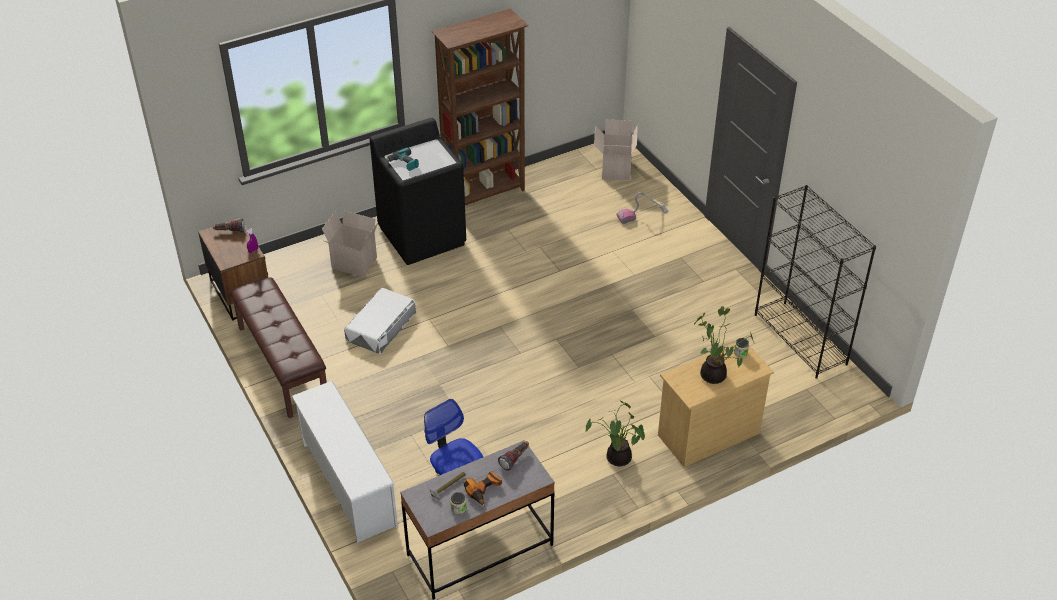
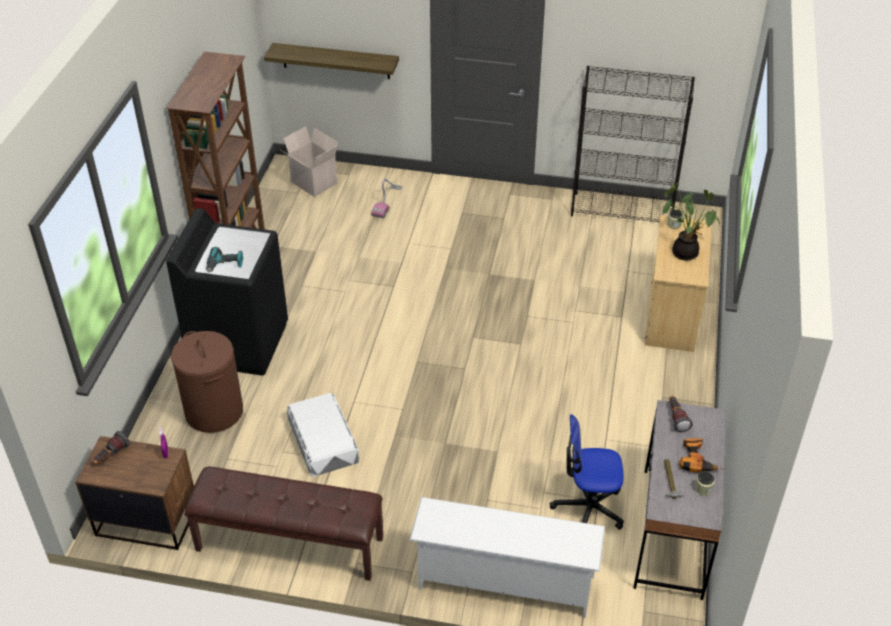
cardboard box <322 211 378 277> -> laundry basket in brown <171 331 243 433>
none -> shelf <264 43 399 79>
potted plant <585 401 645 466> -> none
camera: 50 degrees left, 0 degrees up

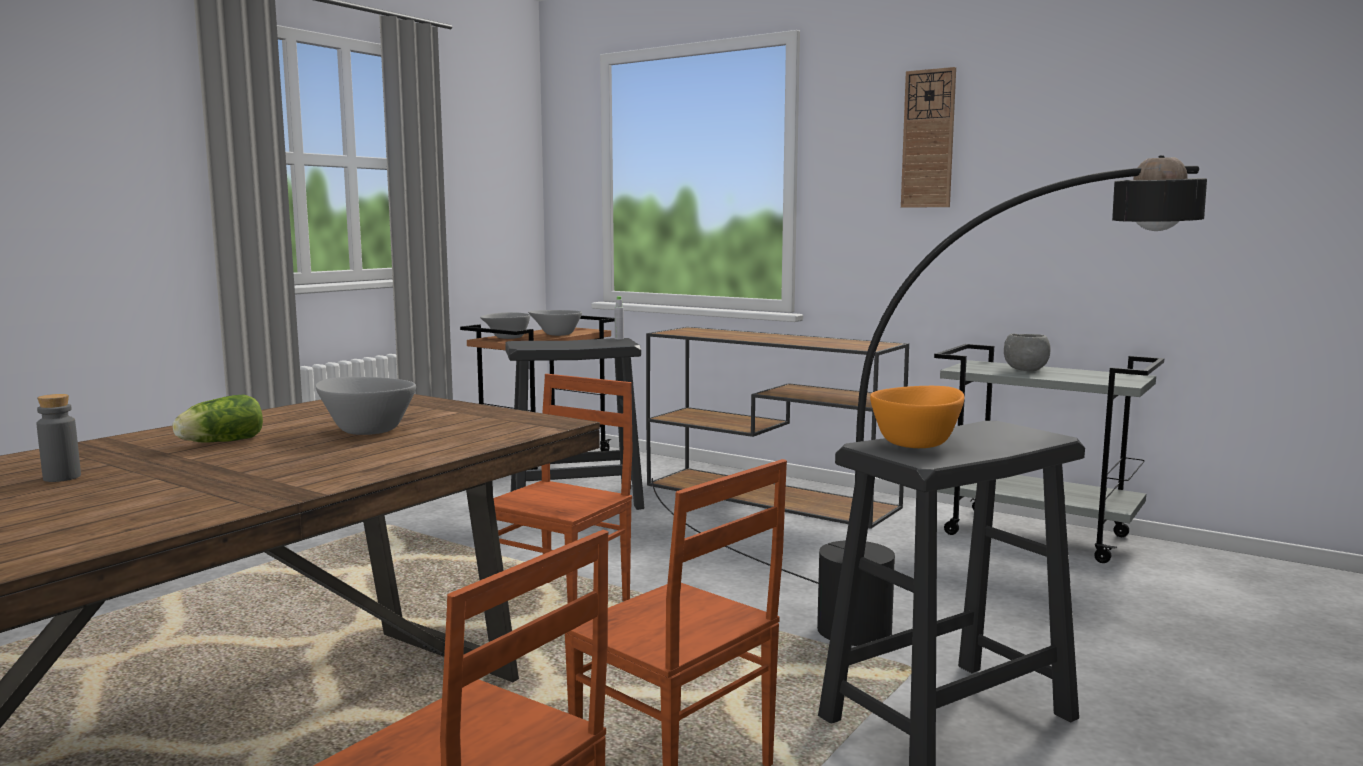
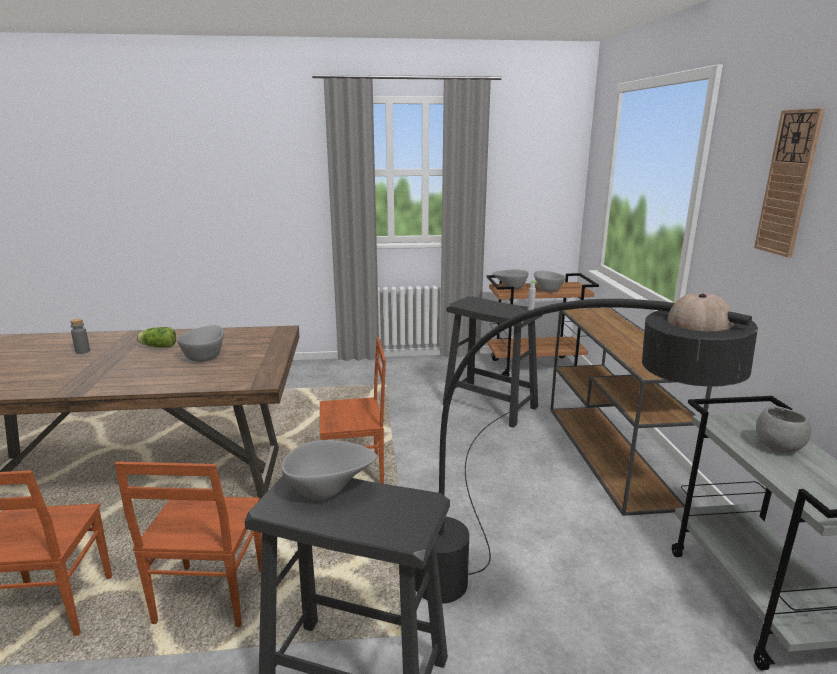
bowl in orange <870 386 964 448> -> bowl in grey <281 440 377 500>
camera: 50 degrees right, 10 degrees up

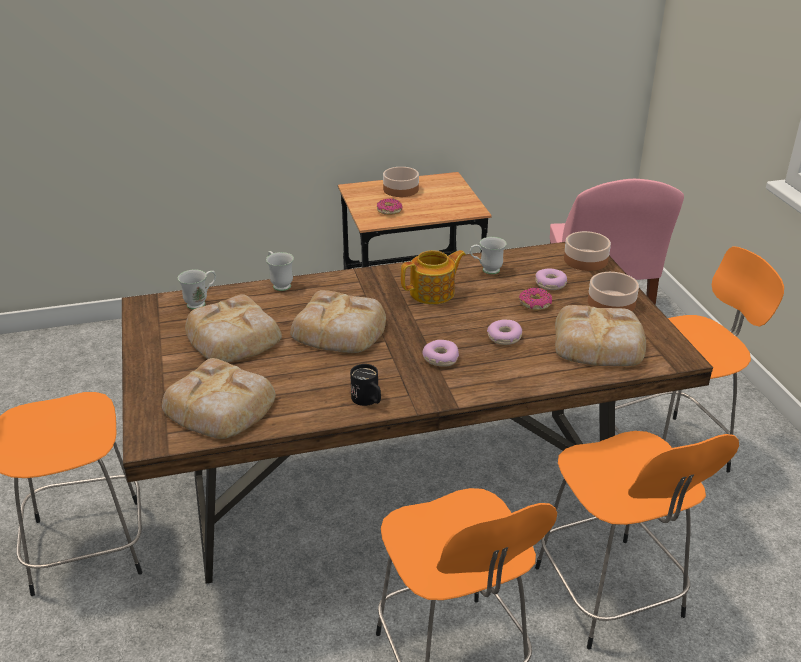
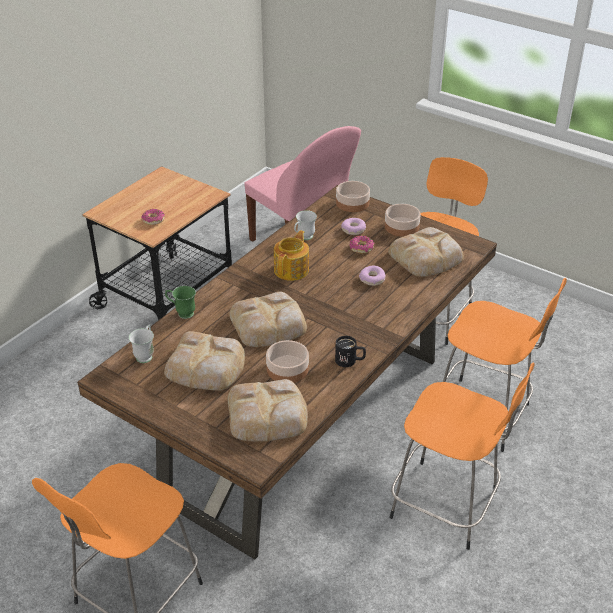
mug in white <266 251 294 291> -> mug in green <165 286 196 319>
bowl <383 167 419 197> -> bowl <266 340 309 383>, move
donut <422 340 459 367> -> none
camera: 40 degrees left, 5 degrees up

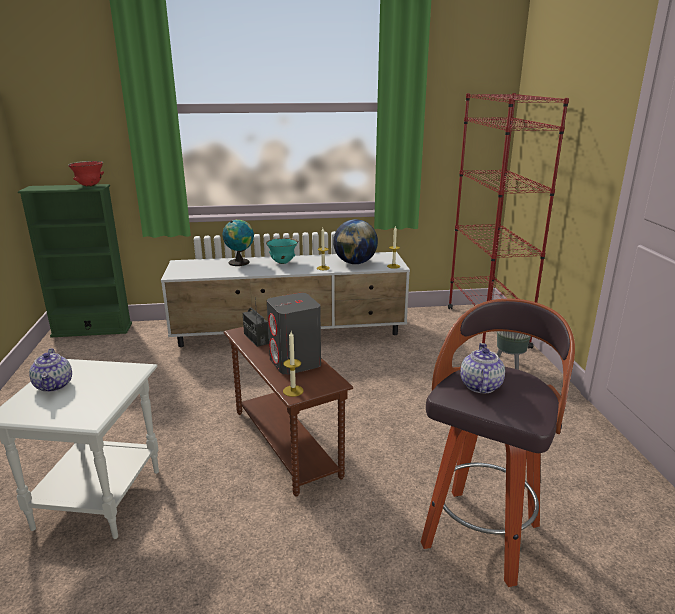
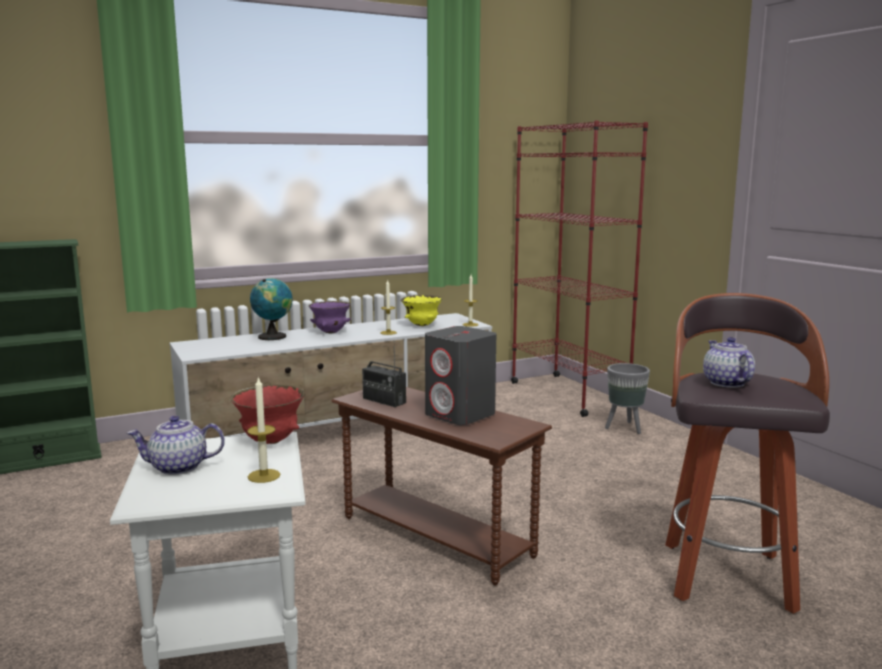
teapot <29 348 72 392> -> teapot <127 415 225 475>, 120 degrees clockwise
bowl in red <68 161 104 187> -> bowl in red <231 385 305 444>, move
candle <283 331 304 397> -> candle <247 376 280 483>, move
bowl in turquoise <266 238 299 264> -> bowl in purple <309 301 351 333>
globe <333 219 378 264> -> bowl in yellow <401 295 442 326>
camera: 20 degrees left, 10 degrees down

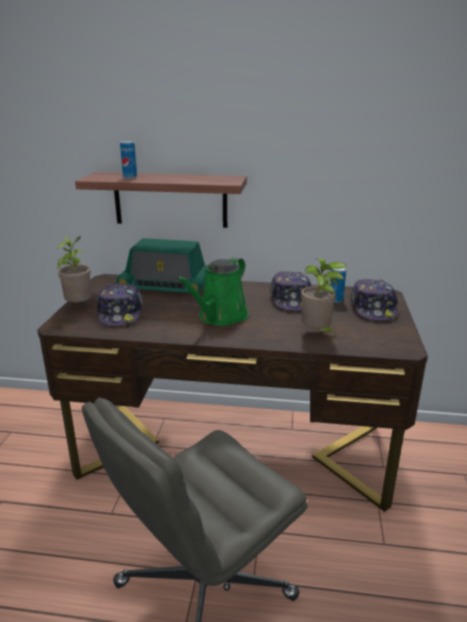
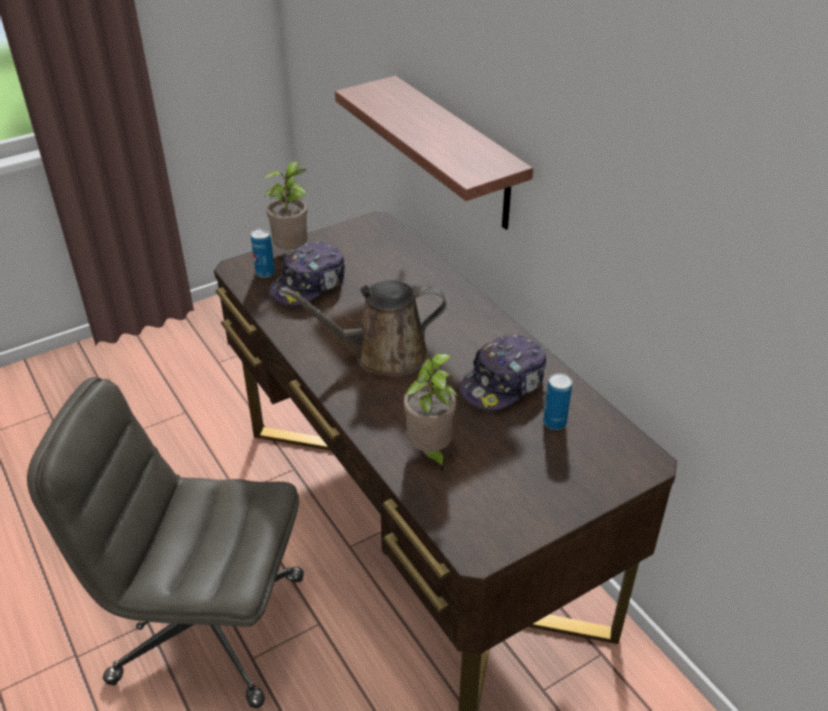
can <120 141 137 179> -> can <251 228 275 278>, move
watering can in green <177 257 249 326> -> watering can in brown <280 280 447 377>
radio <116 238 207 293> -> none
cap <350 279 398 321> -> none
camera: 50 degrees right, 15 degrees up

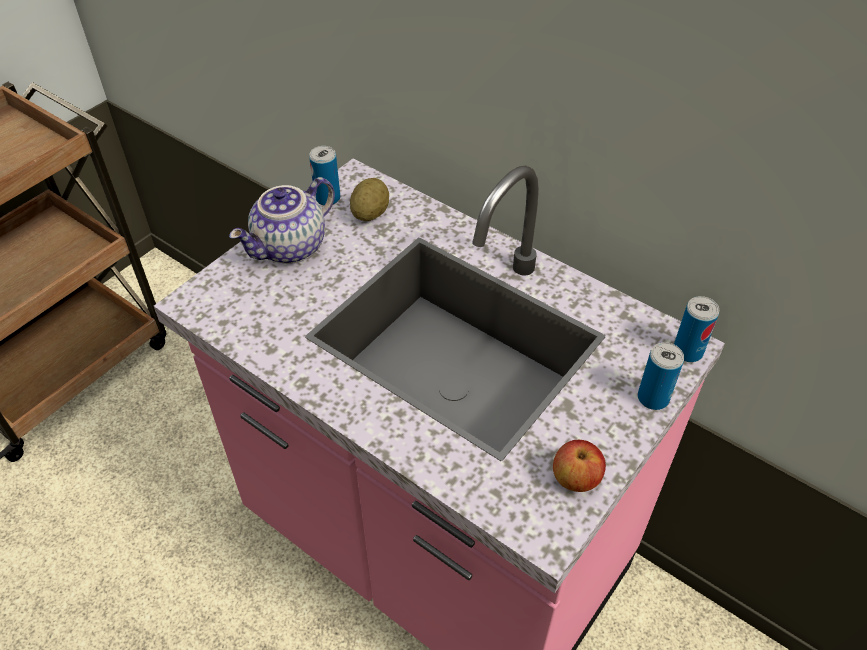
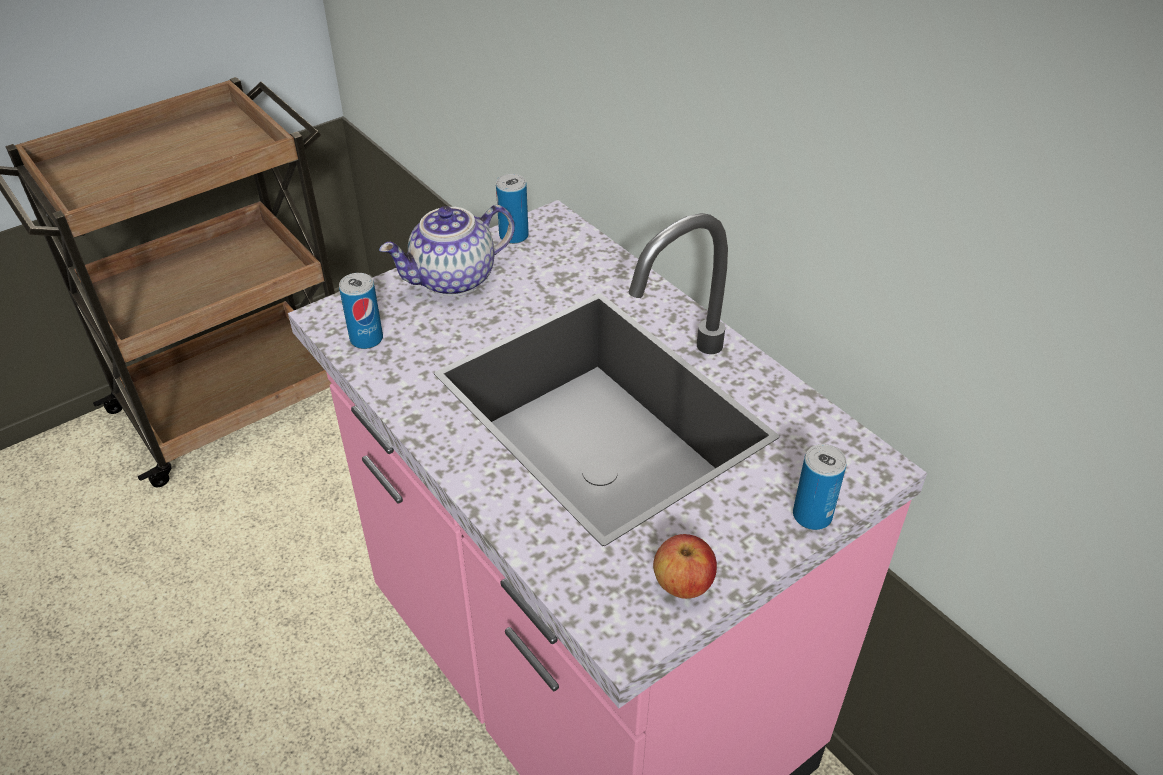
can <674 296 719 362> -> can <339 273 383 349>, move
potato <350 178 389 221> -> none
camera: 15 degrees right, 5 degrees down

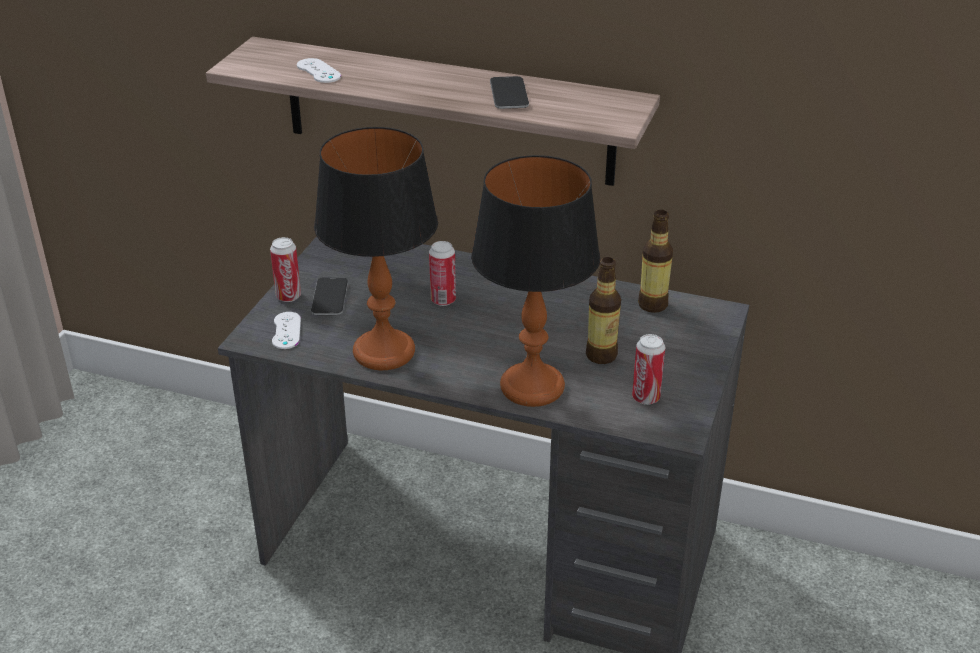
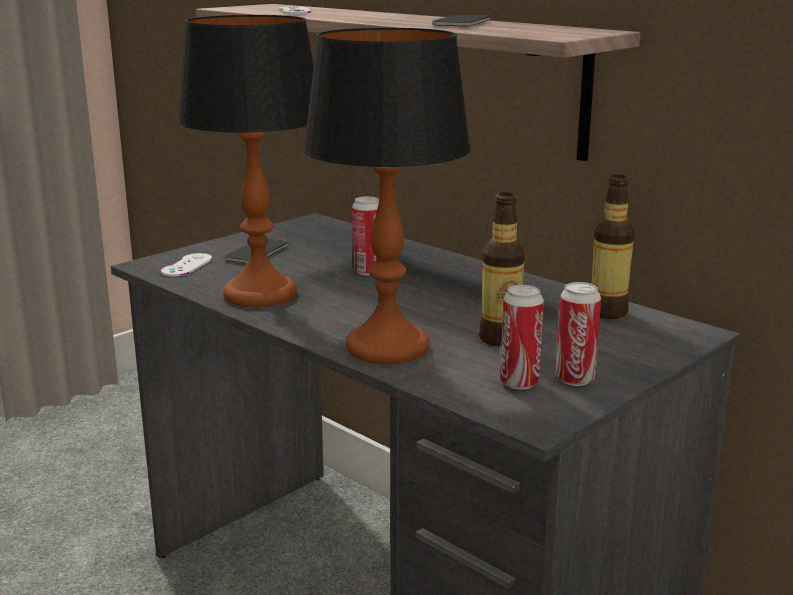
can <270 237 301 302> -> can <556 282 601 386>, move
camera: 25 degrees right, 15 degrees down

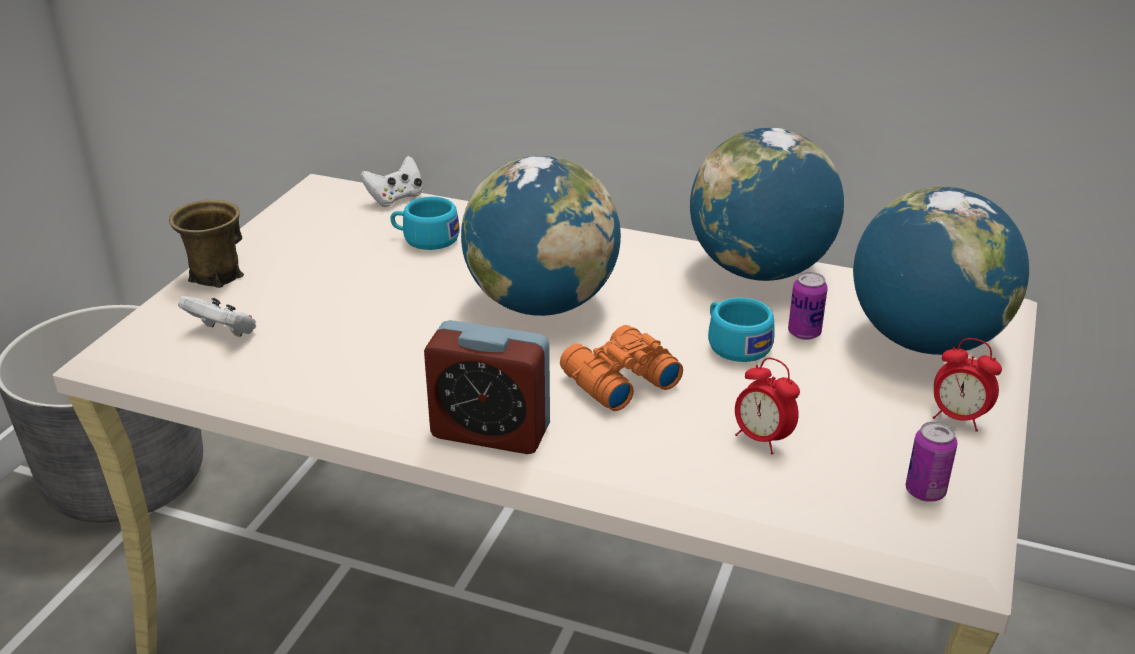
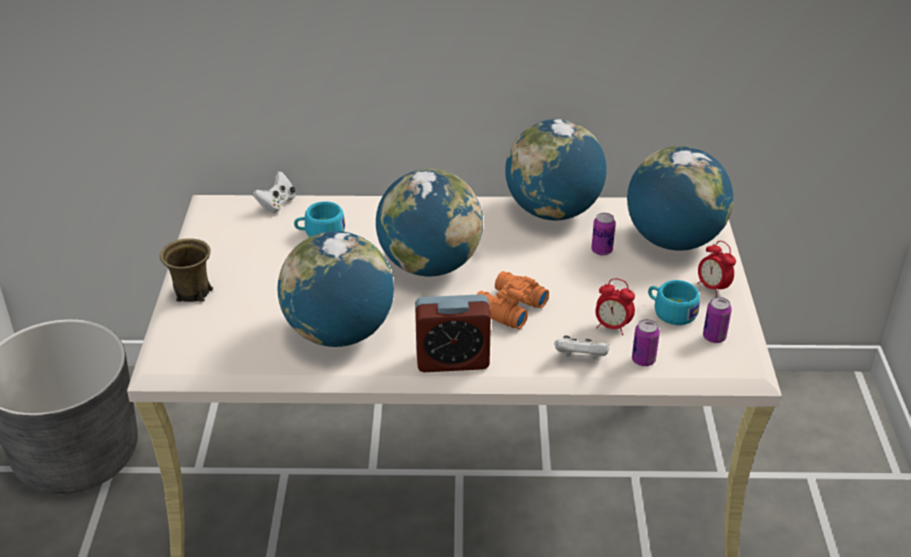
none -> globe <278 231 394 347>
game controller in white <178 296 256 337> -> game controller in white <555 335 609 360>, move
none -> can <632 319 660 366>
cup in turquoise <708 298 774 362> -> cup in turquoise <648 280 700 325>, move
alarm clock <933 338 1002 432> -> alarm clock <697 241 736 297>, 45 degrees clockwise
camera: 20 degrees left, 5 degrees up

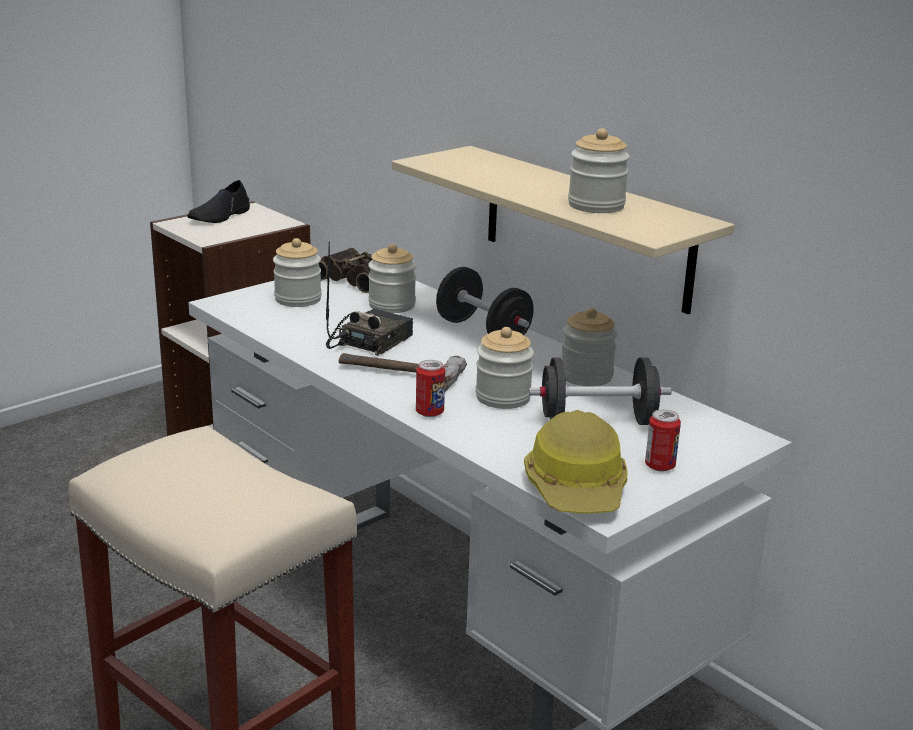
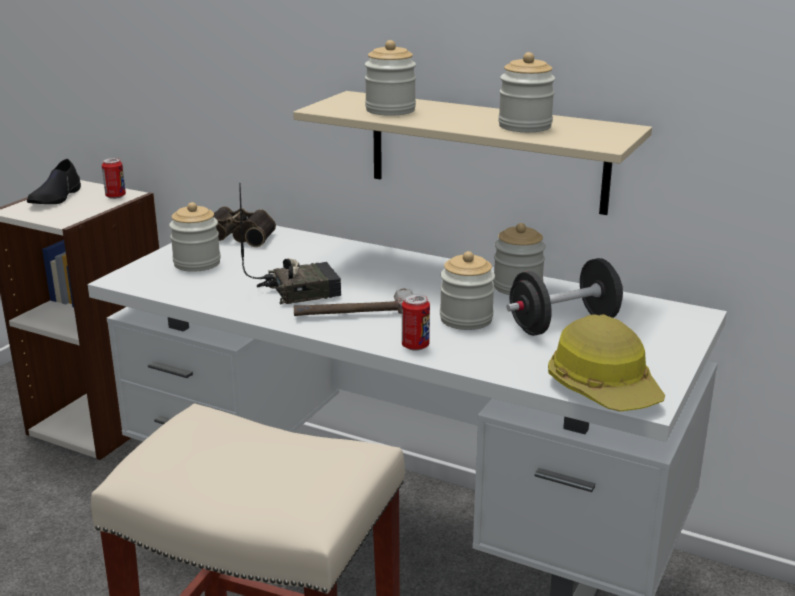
can <645 409 681 472> -> can <102 158 126 199>, move
radio <326 242 413 356> -> radio <239 183 341 304>, 60 degrees clockwise
jar <368 244 416 313> -> jar <365 40 416 116>, move
dumbbell in black <436 267 534 335> -> none
camera: 20 degrees left, 0 degrees up

